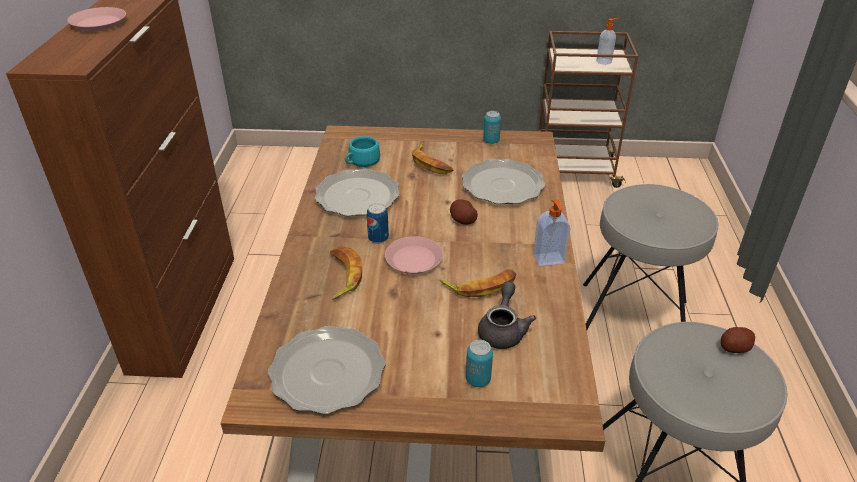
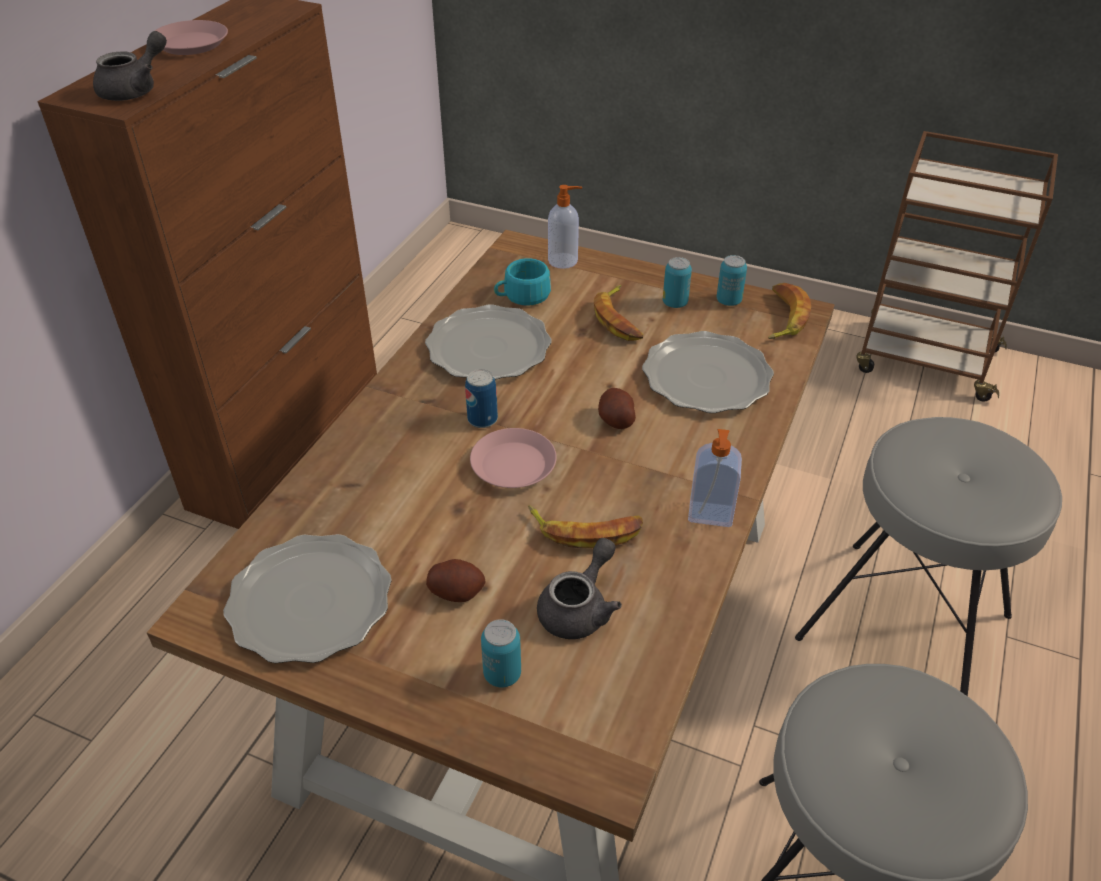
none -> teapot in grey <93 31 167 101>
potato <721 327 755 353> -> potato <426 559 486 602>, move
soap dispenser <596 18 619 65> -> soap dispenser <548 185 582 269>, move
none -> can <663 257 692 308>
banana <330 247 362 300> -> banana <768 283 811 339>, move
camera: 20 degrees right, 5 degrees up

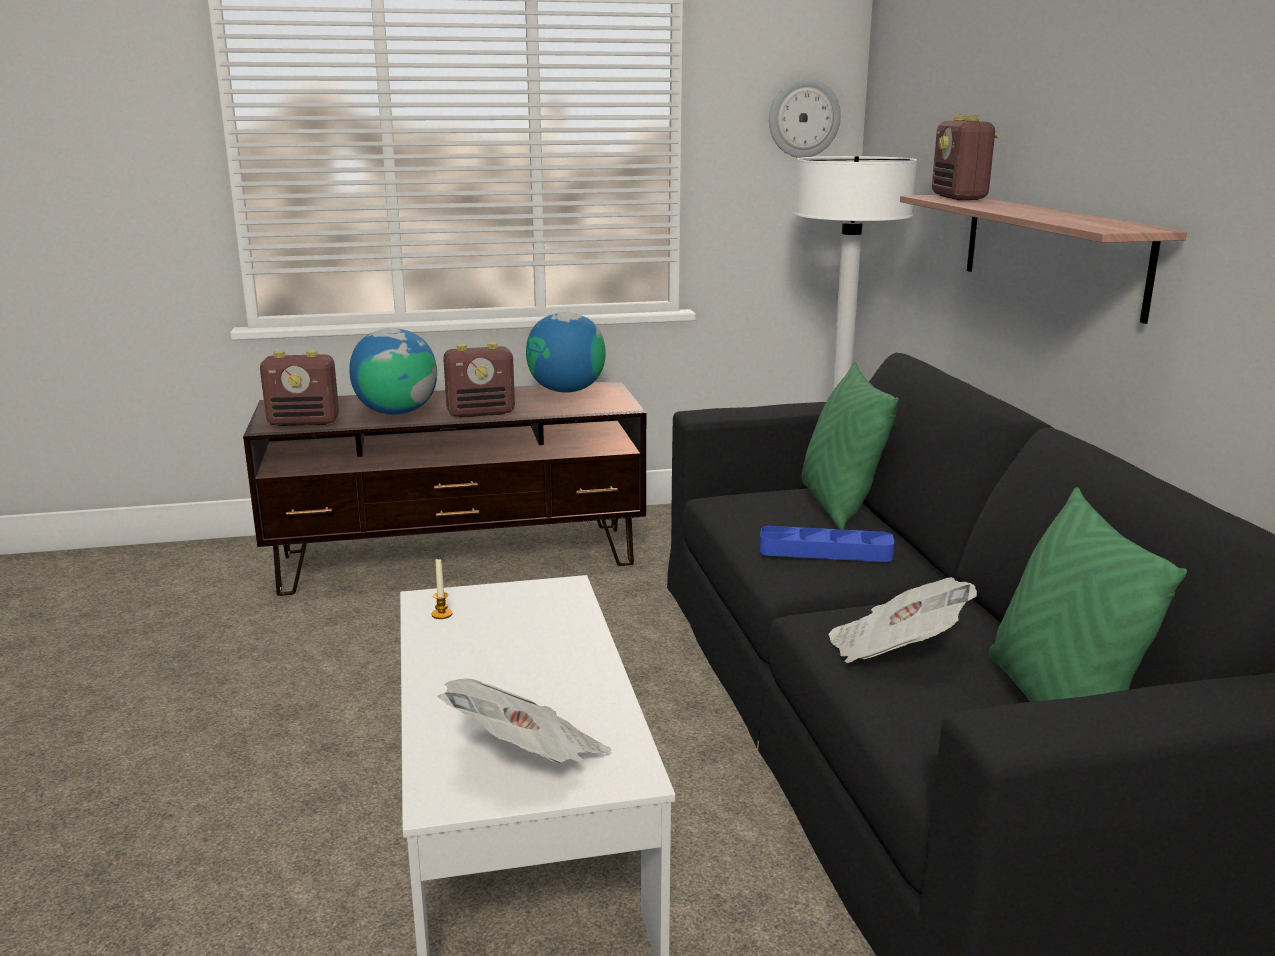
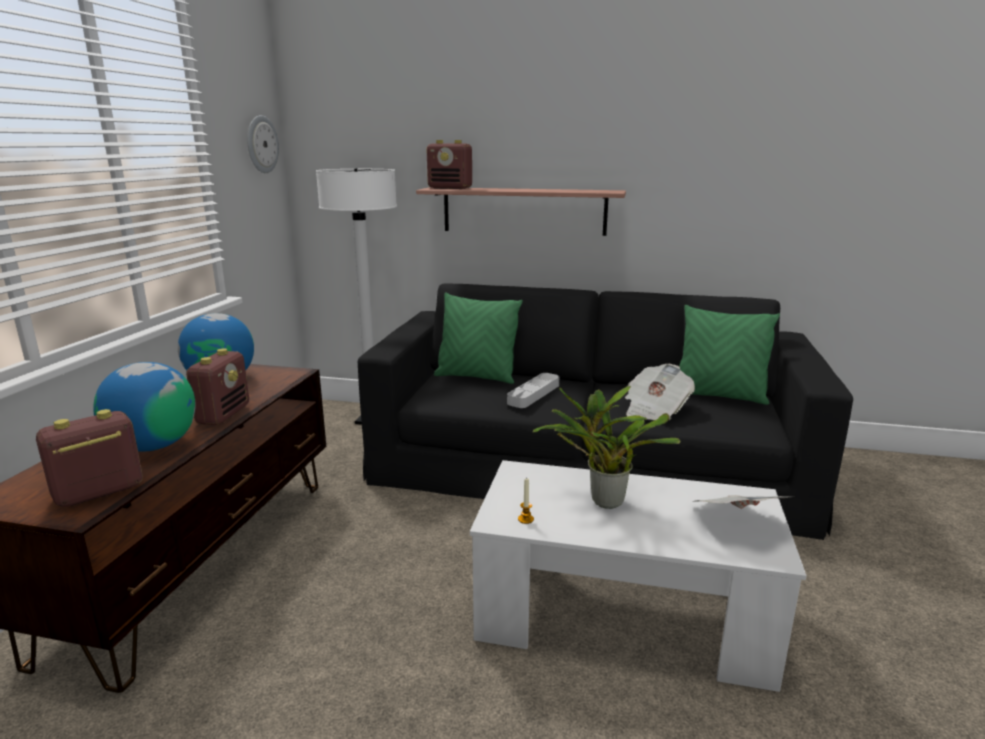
radio <260 350 339 426> -> radio <36 409 143 507>, 150 degrees counterclockwise
tray in blue <760 526 895 562> -> tray in grey <507 373 559 408>
none -> potted plant <533 386 681 509>
camera: 65 degrees left, 0 degrees up

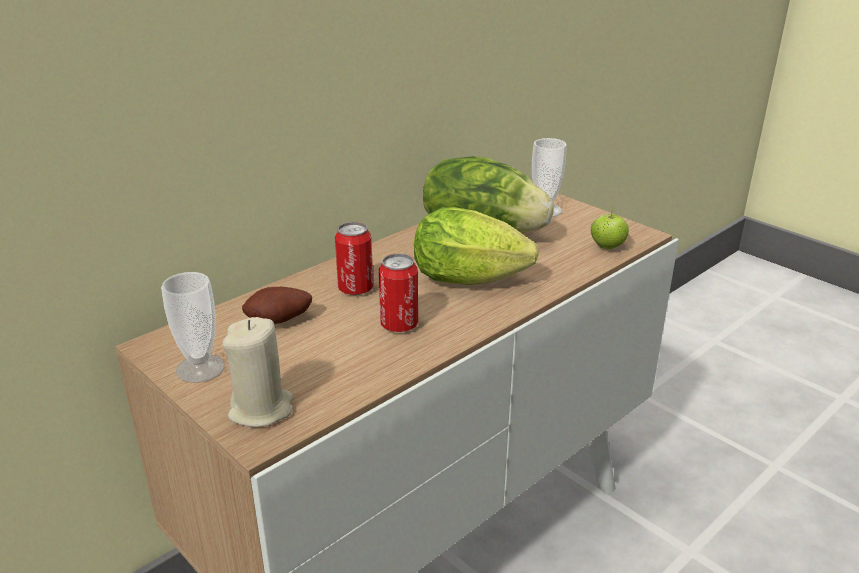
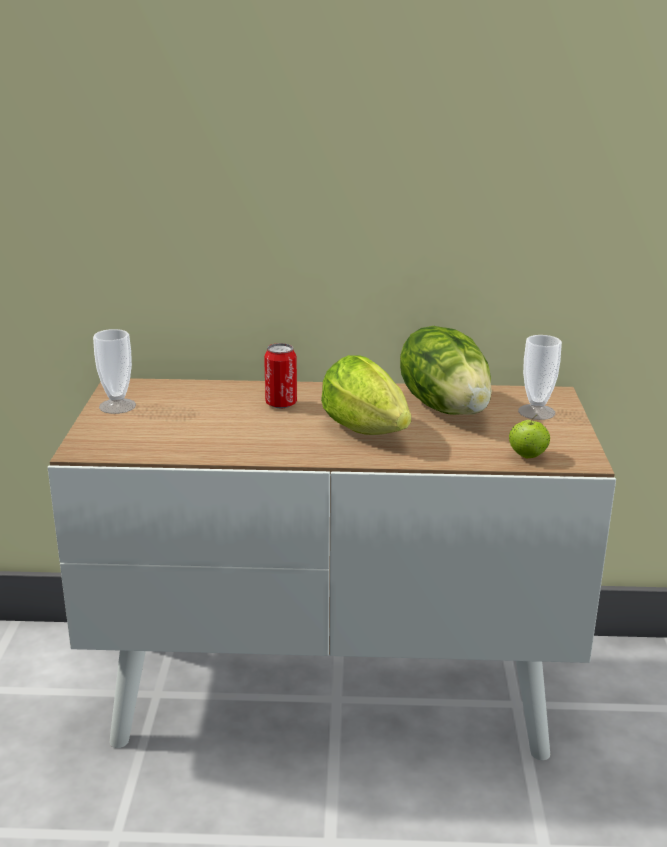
candle in beige <223 317 293 427> -> none
potato <242 287 312 324> -> none
can <379 254 418 332> -> none
camera: 45 degrees right, 5 degrees down

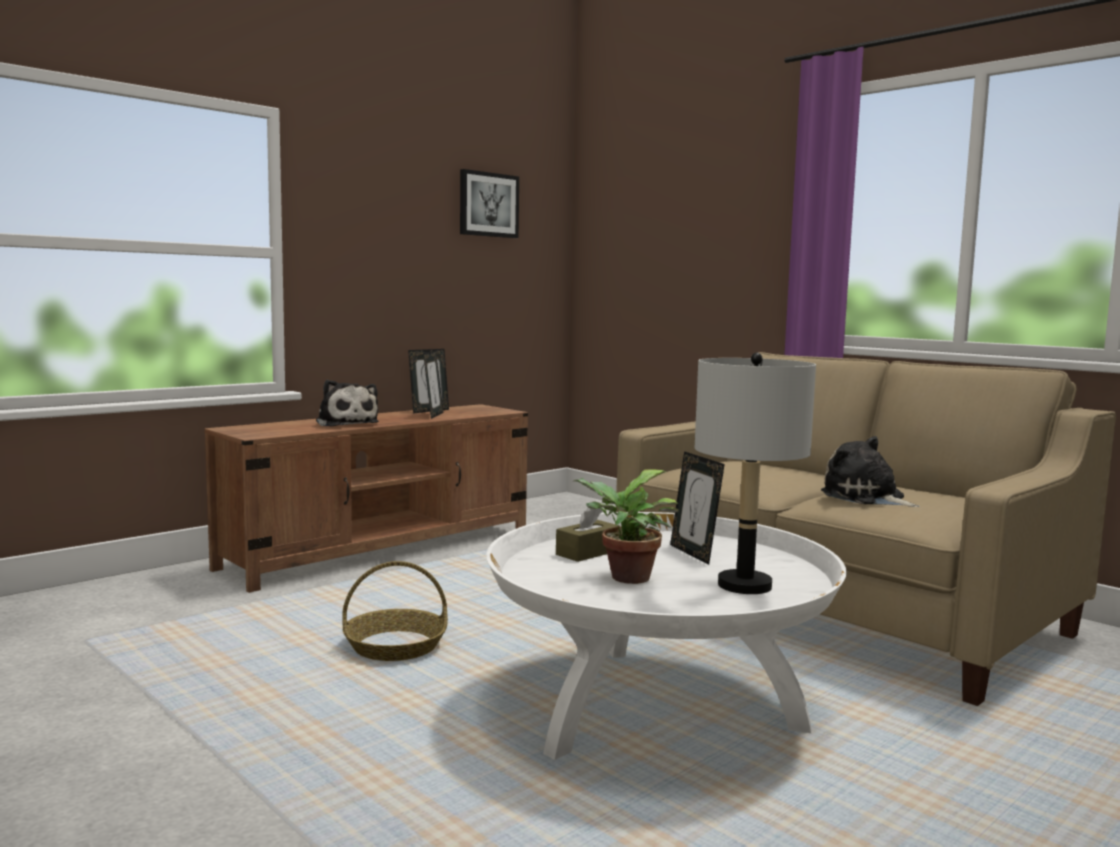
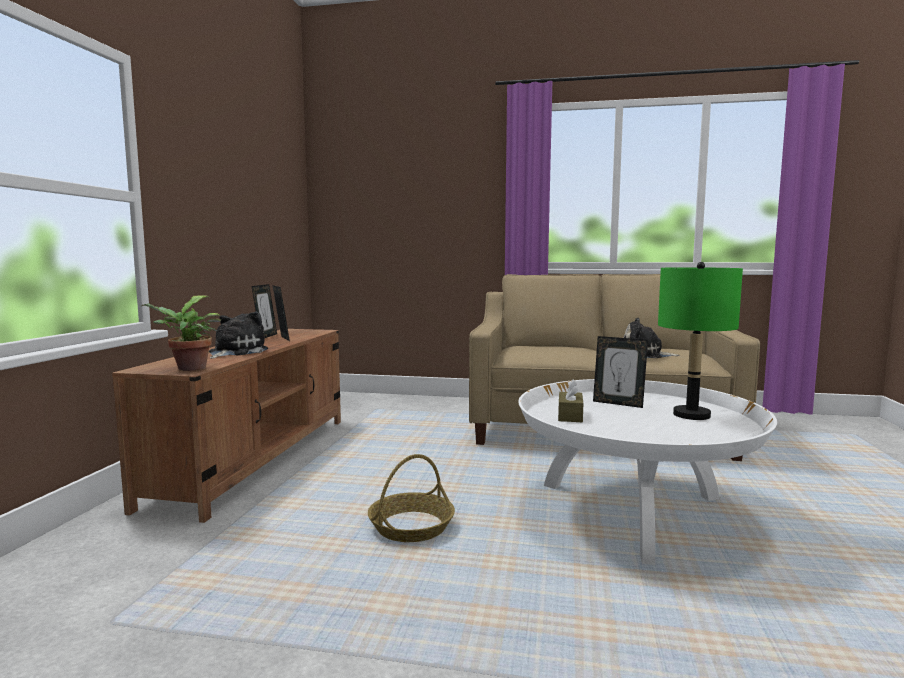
potted plant <573 470 679 584> -> potted plant <142 296 221 371>, move
plush toy <316 380 379 427> -> plush toy <209 312 268 359>, 90 degrees counterclockwise
table lamp in grey <695 353 816 594> -> table lamp in green <658 262 743 420>
picture <460 169 519 238> -> none
camera: 35 degrees left, 0 degrees up

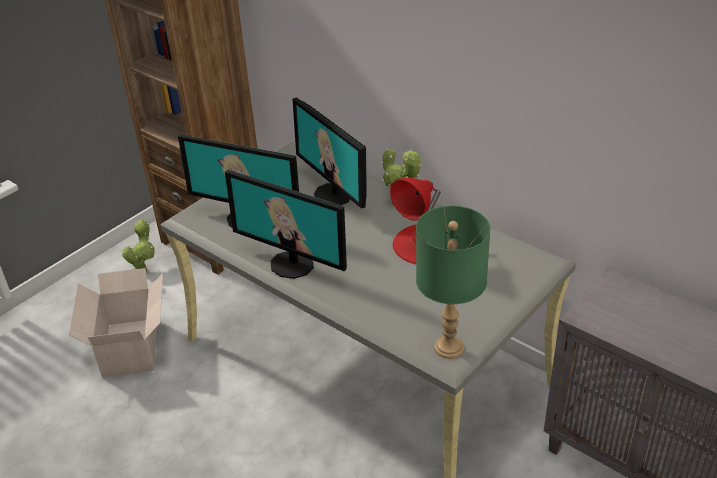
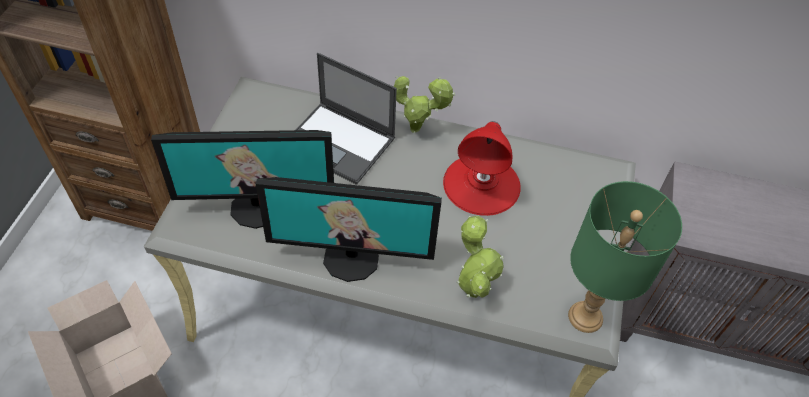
monitor <293 98 367 209> -> laptop <296 53 397 185>
potted plant <122 220 155 273> -> potted plant <456 216 504 298>, move
camera: 30 degrees left, 15 degrees up

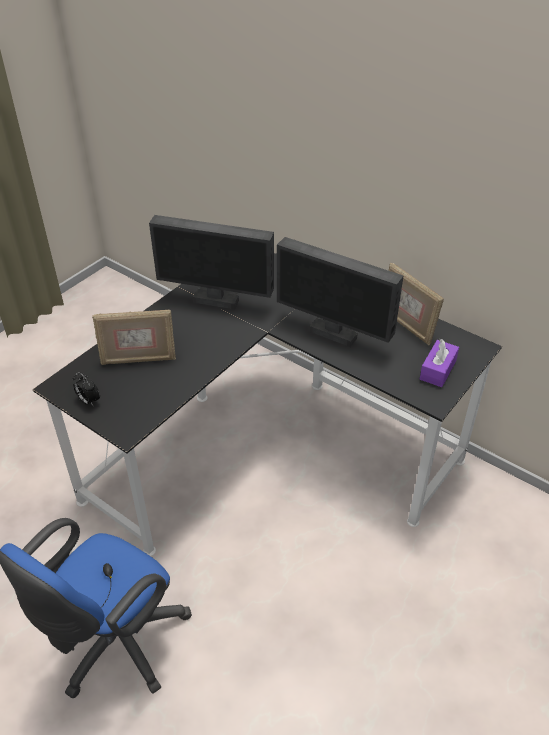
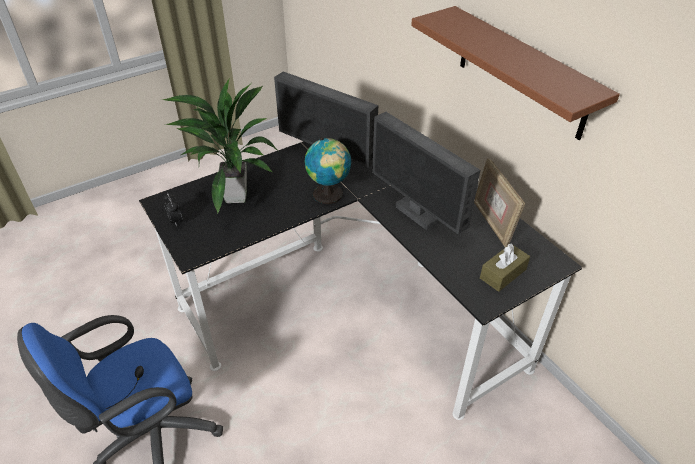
picture frame <92 310 176 365> -> potted plant <161 77 278 214>
none -> globe <304 137 351 204>
none -> shelf in brown <411 6 620 140>
tissue box in purple <420 339 459 387> -> tissue box in brown <480 243 530 292>
camera: 20 degrees right, 0 degrees up

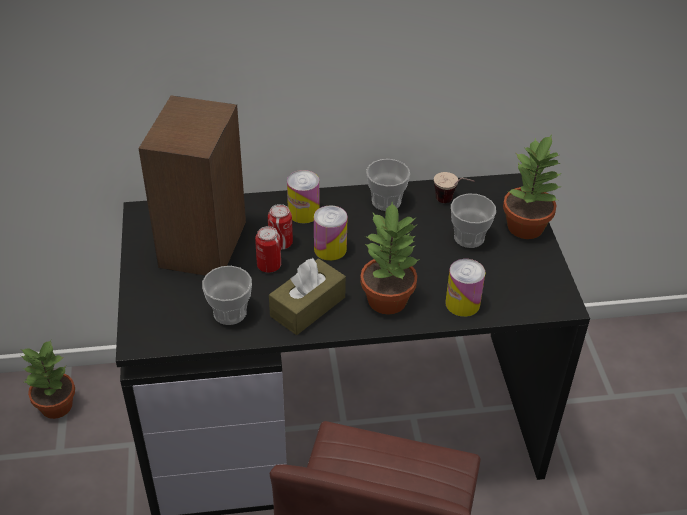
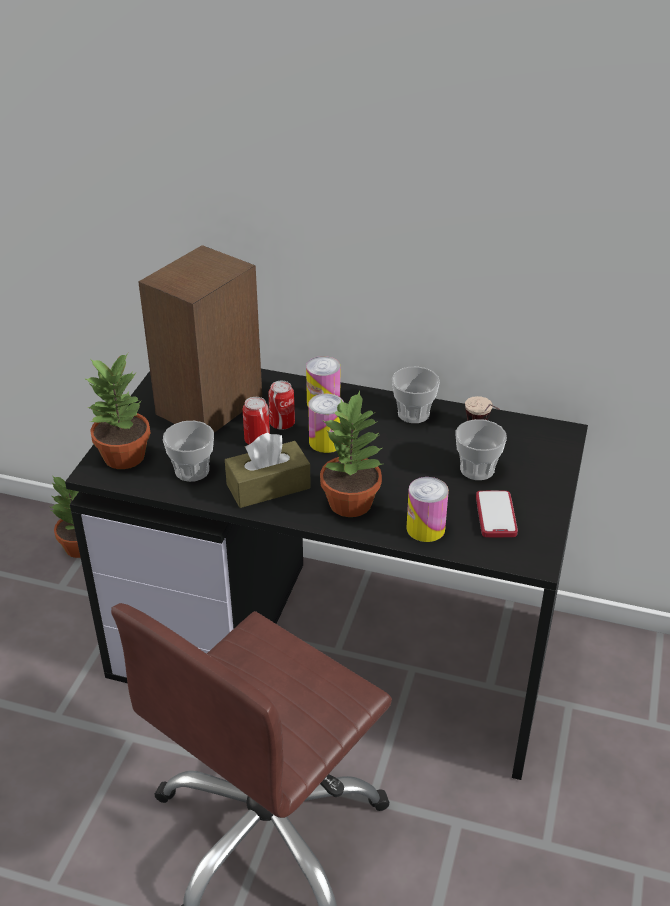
potted plant <503 135 561 239> -> potted plant <84 353 150 469>, move
none -> phone <476 491 518 537>
camera: 25 degrees right, 5 degrees down

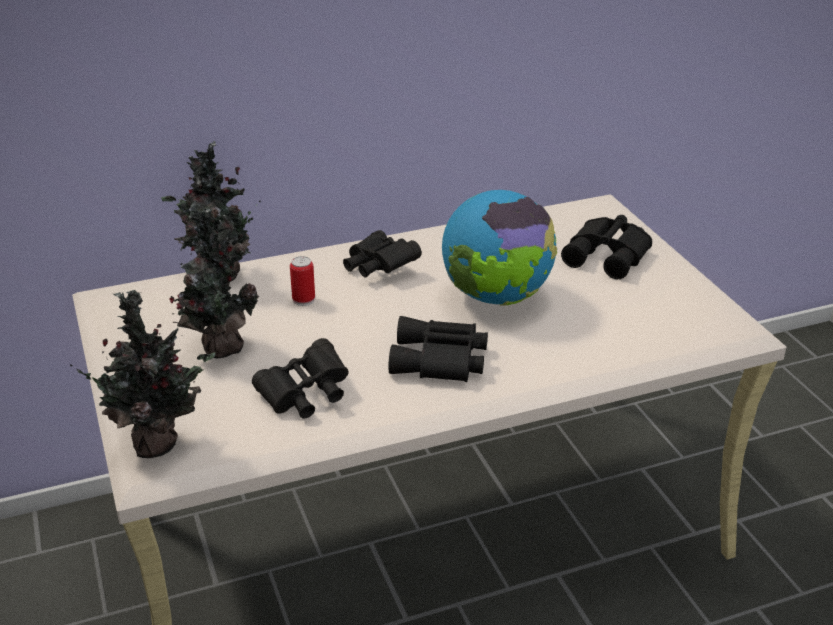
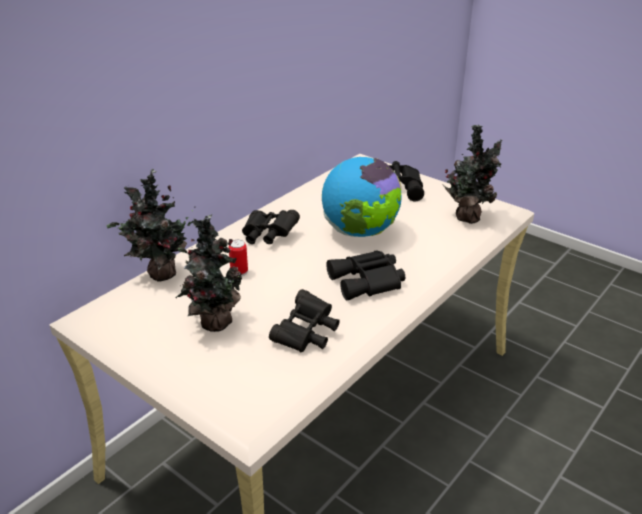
potted plant <70 290 216 458> -> potted plant <442 124 502 224>, move
camera: 30 degrees left, 0 degrees up

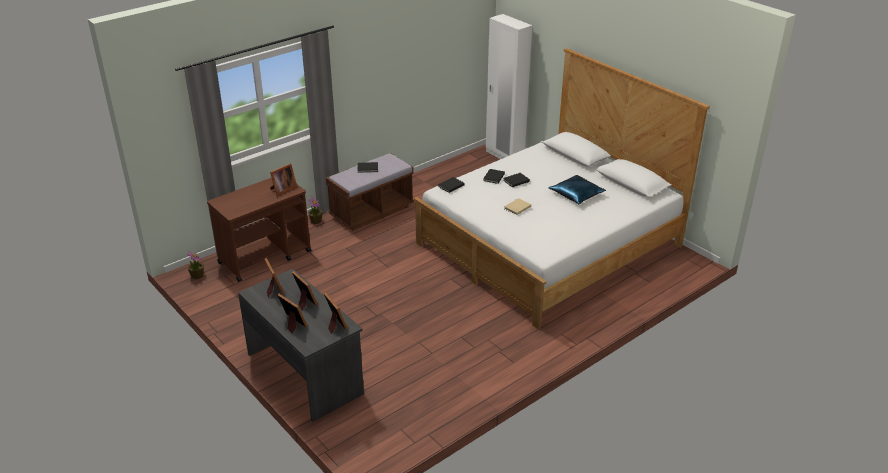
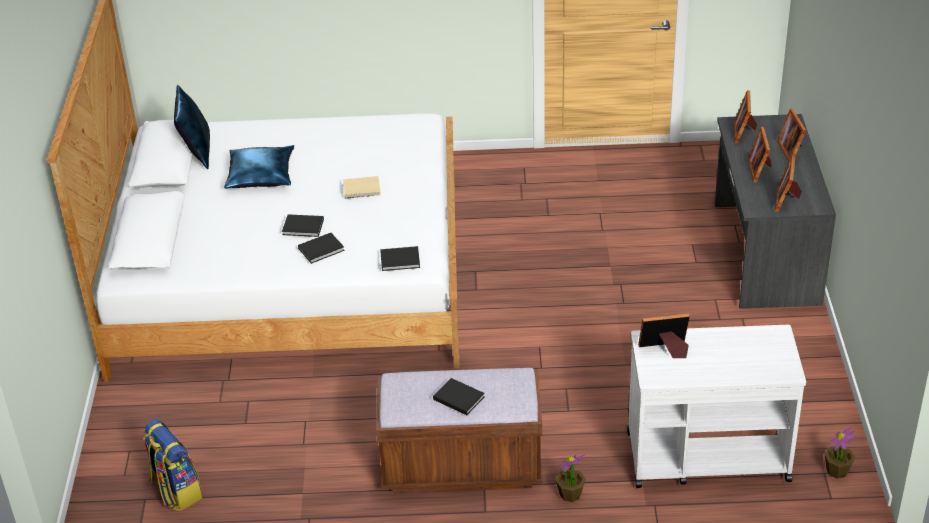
none -> backpack <143 419 202 512>
none -> pillow in blue <174 85 210 169>
cart in brown <207 178 311 282> -> cart in white <627 325 806 488>
wardrobe in white <486 14 532 159> -> none
camera: 140 degrees left, 5 degrees up

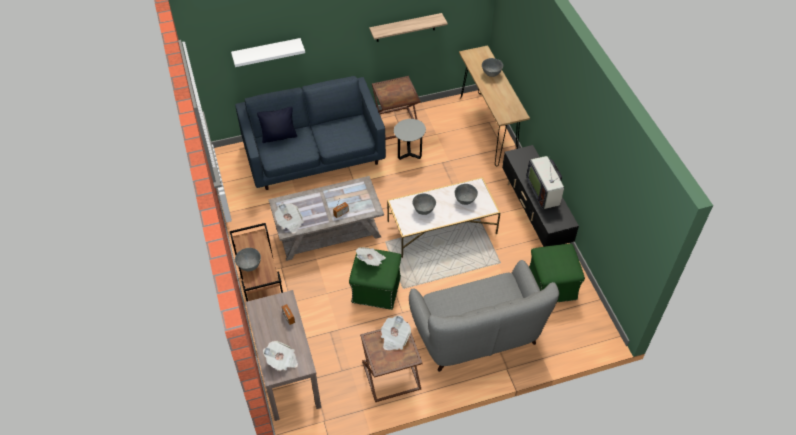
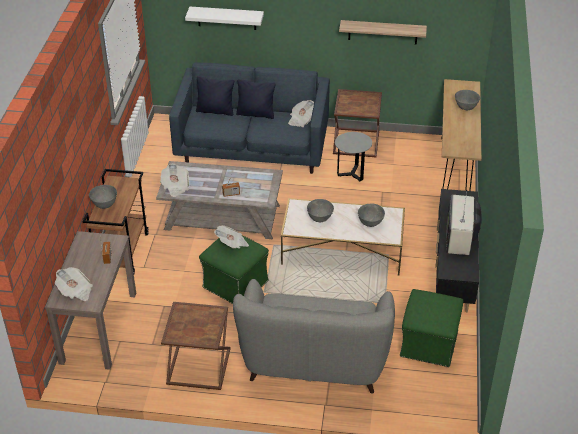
none -> pillow in black <236 79 276 119>
newspaper <381 315 411 350> -> newspaper <288 100 314 127>, move
camera: 25 degrees right, 10 degrees down

